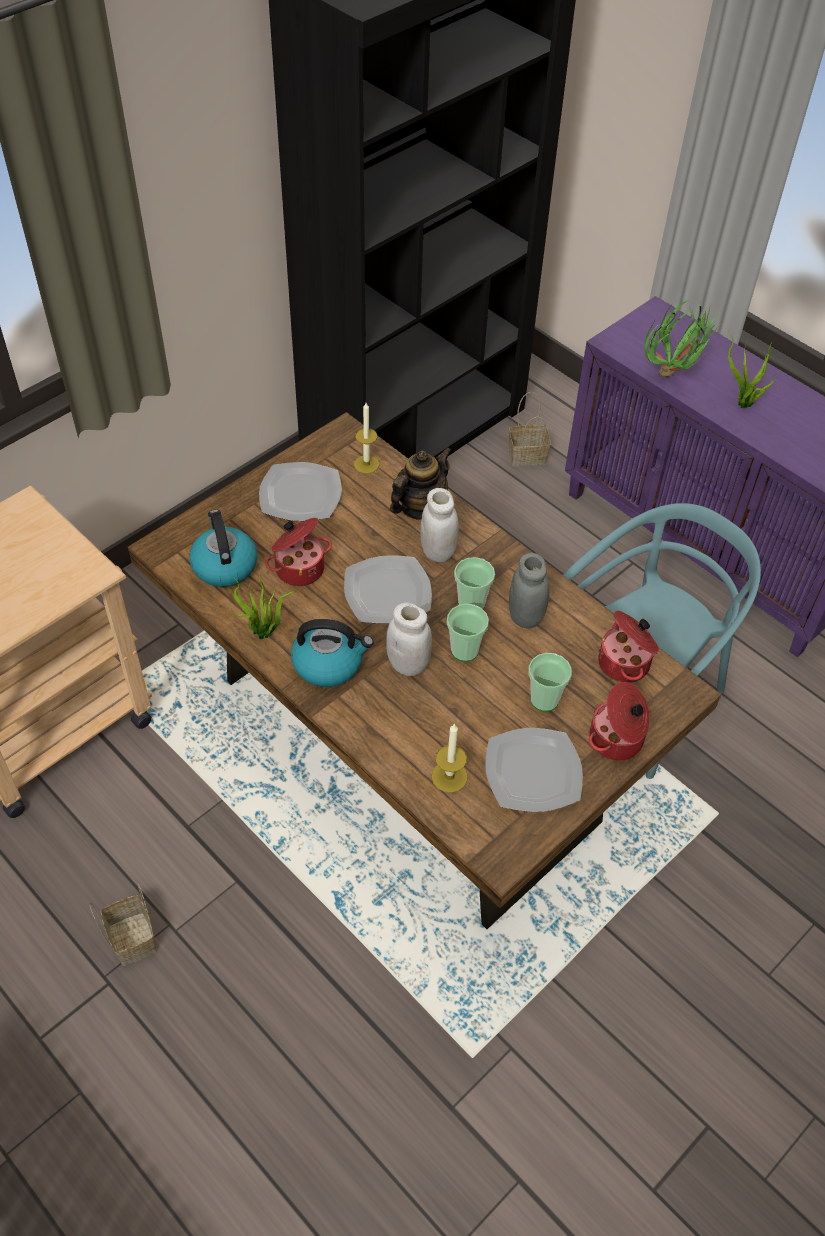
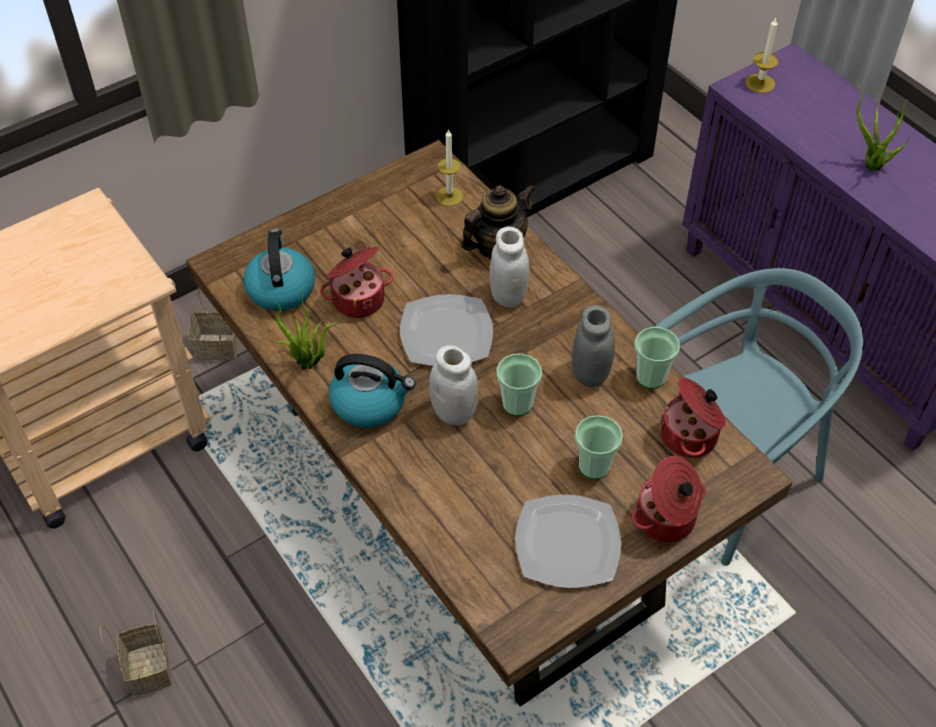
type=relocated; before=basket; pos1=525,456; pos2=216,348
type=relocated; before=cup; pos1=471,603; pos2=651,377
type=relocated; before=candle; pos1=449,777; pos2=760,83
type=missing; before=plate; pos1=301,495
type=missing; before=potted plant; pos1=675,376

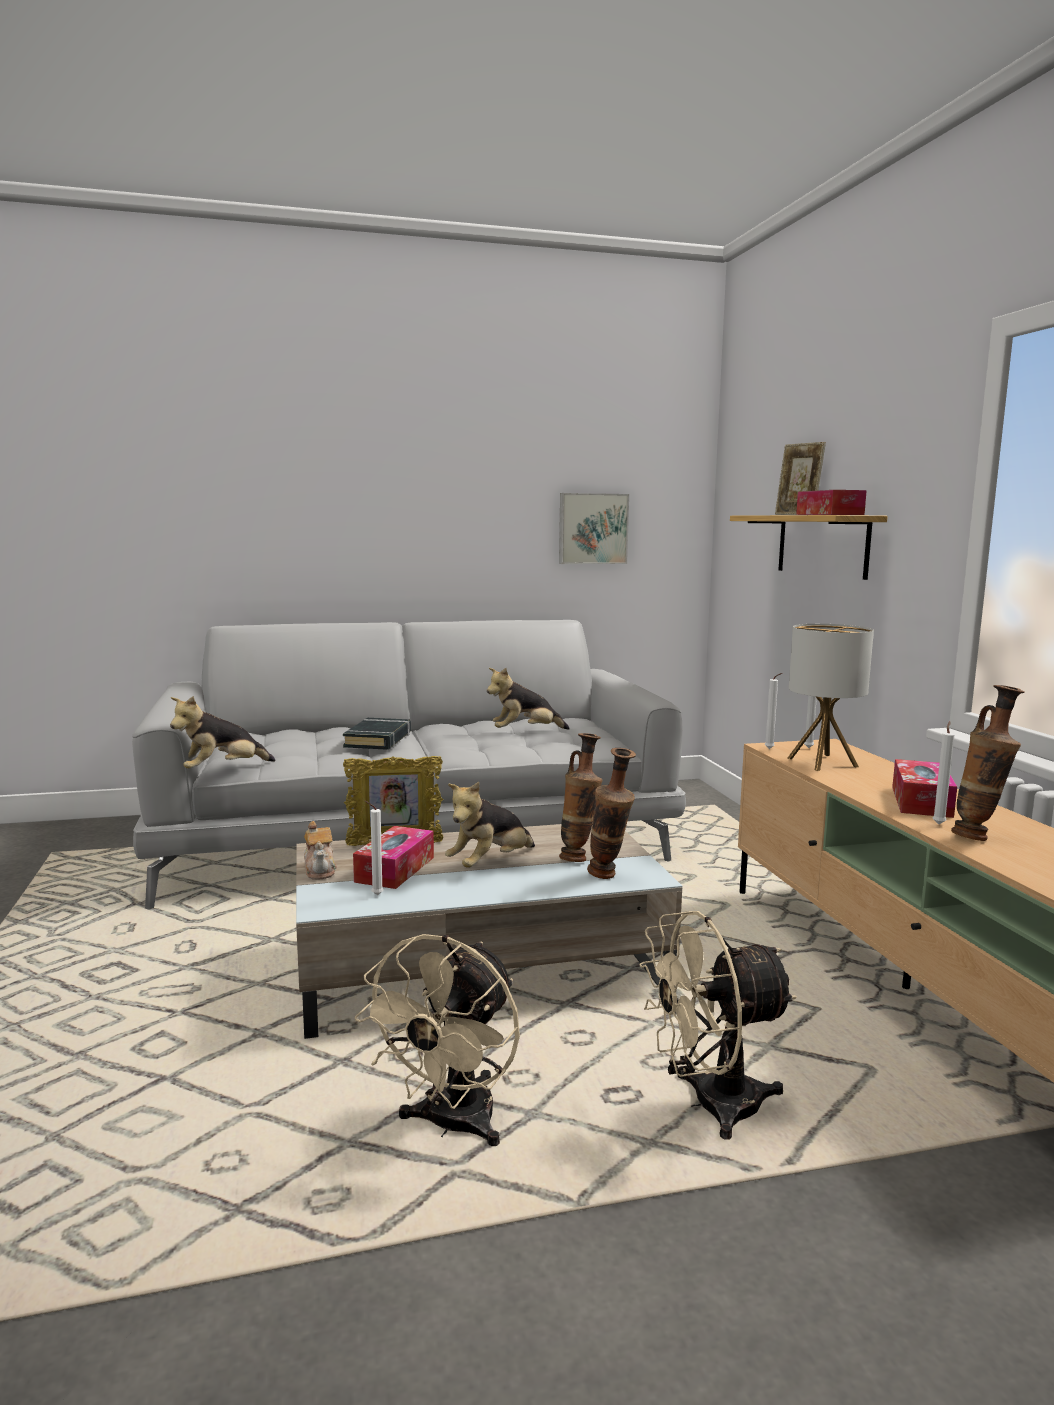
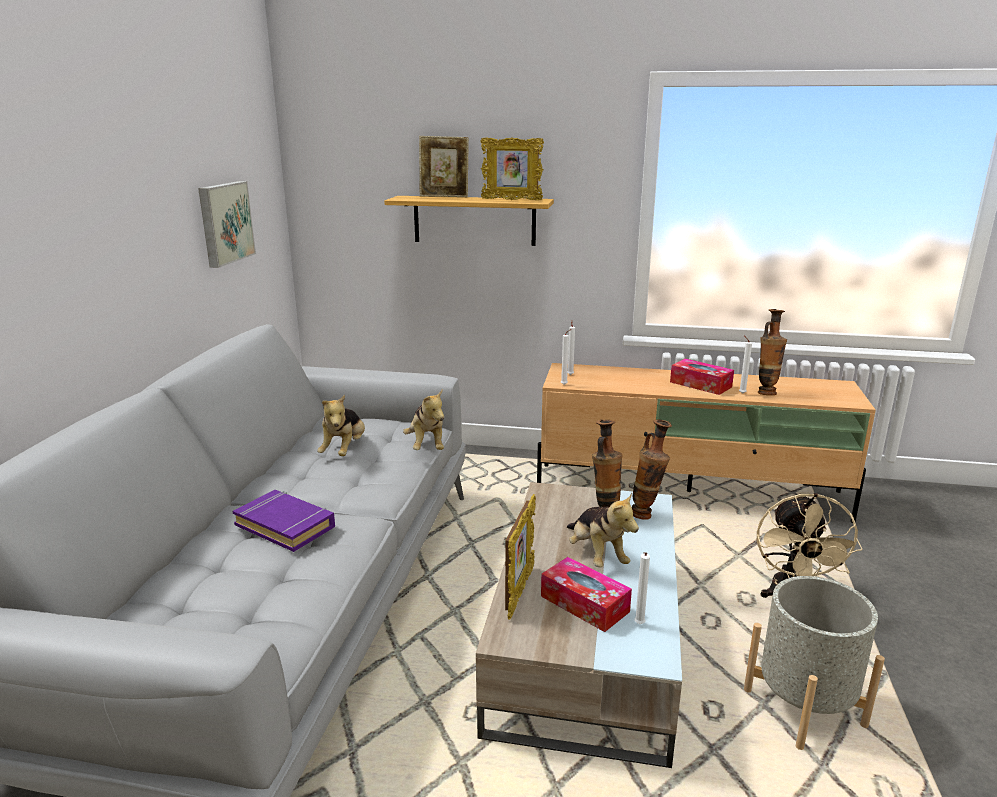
type=colour; before=black book; after=purple book; pos1=378,740; pos2=285,525
type=relocated; before=plush toy; pos1=222,770; pos2=427,446
type=exchanged; before=tissue box; after=picture frame; pos1=829,514; pos2=511,200
type=exchanged; before=beige fan; after=grey planter; pos1=451,1126; pos2=803,708
type=missing; before=teapot; pos1=320,870
type=missing; before=table lamp; pos1=822,762

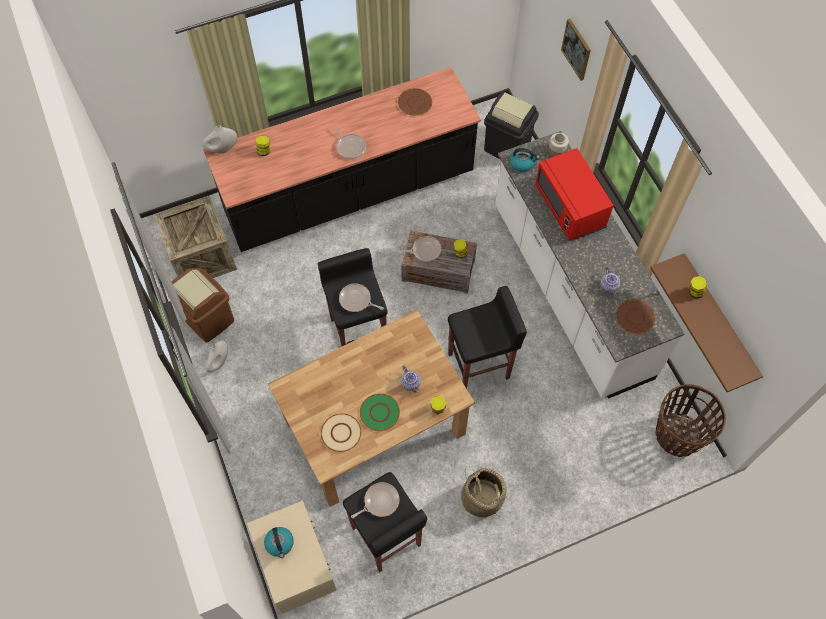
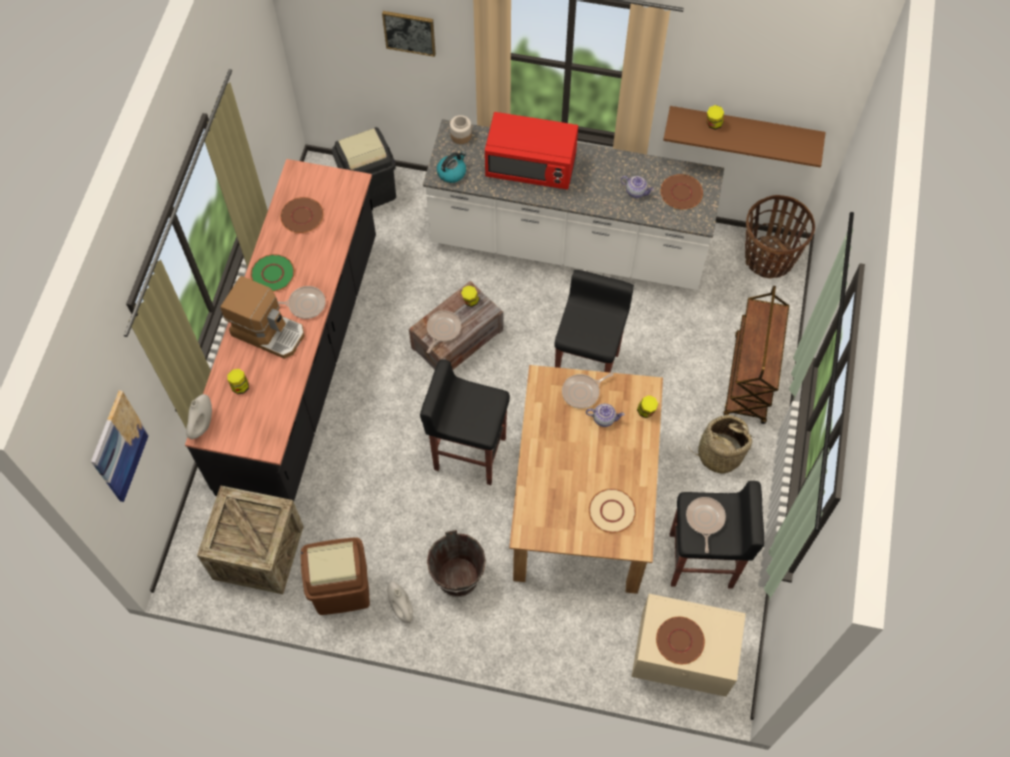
type=appeared; after=picture; pos2=119,447
type=appeared; after=coffee machine; pos2=269,331
type=relocated; before=green plate; pos1=379,412; pos2=272,273
type=appeared; after=brown bucket; pos2=457,577
type=relocated; before=frying pan; pos1=356,300; pos2=582,392
type=exchanged; before=kettle; after=brown plate; pos1=280,543; pos2=679,640
type=appeared; after=brown cart; pos2=749,380

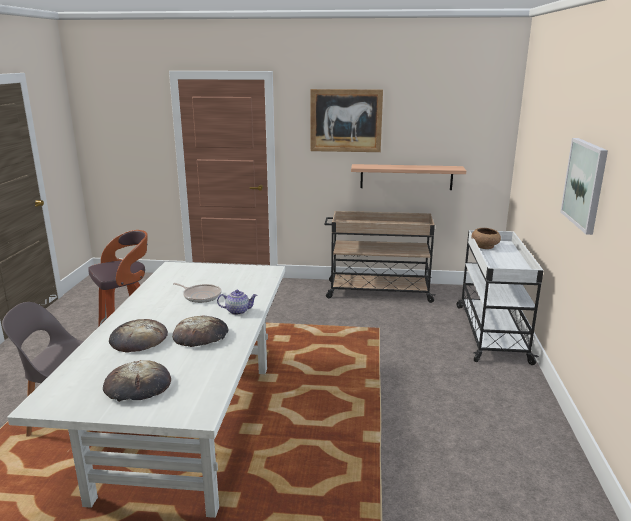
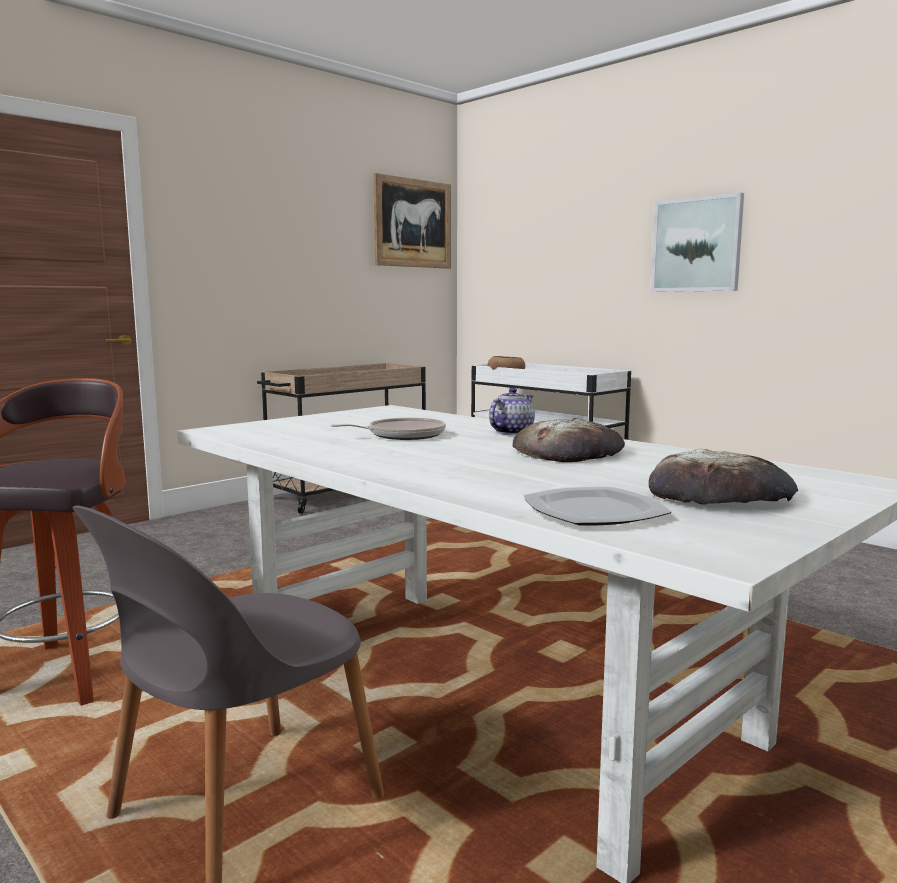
type=relocated; before=picture; pos1=346,120; pos2=413,223
type=appeared; after=plate; pos2=594,512
type=missing; before=bread; pos1=138,339
type=missing; before=shelf; pos1=406,177

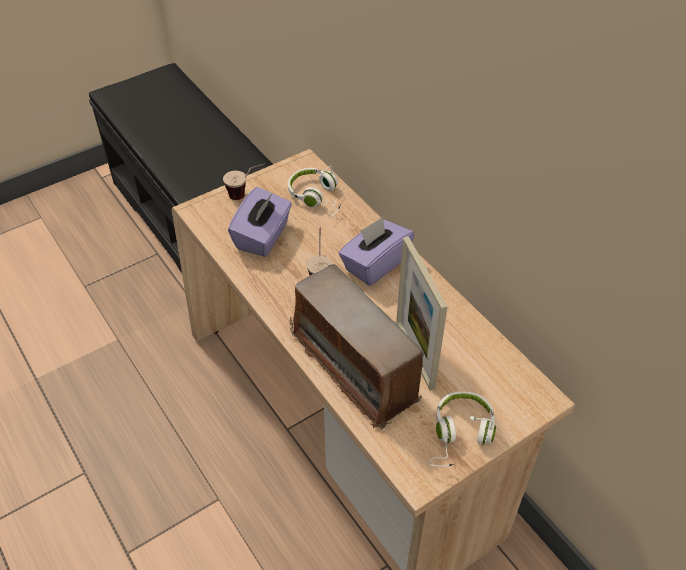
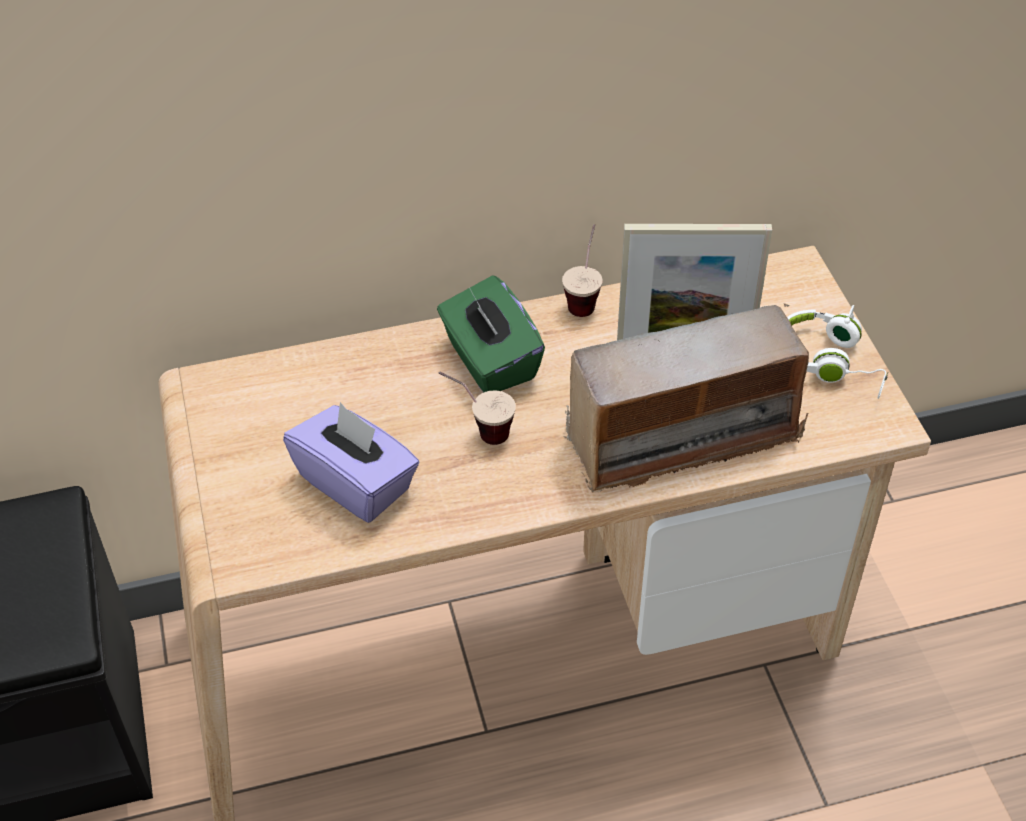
type=colour; before=purple tissue box; after=green tissue box; pos1=375,264; pos2=490,361
type=relocated; before=cup; pos1=246,194; pos2=584,297
type=missing; before=white headphones; pos1=317,197

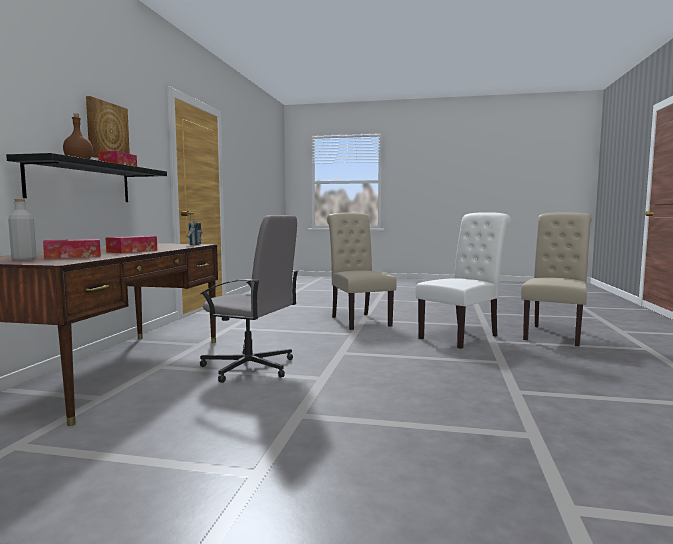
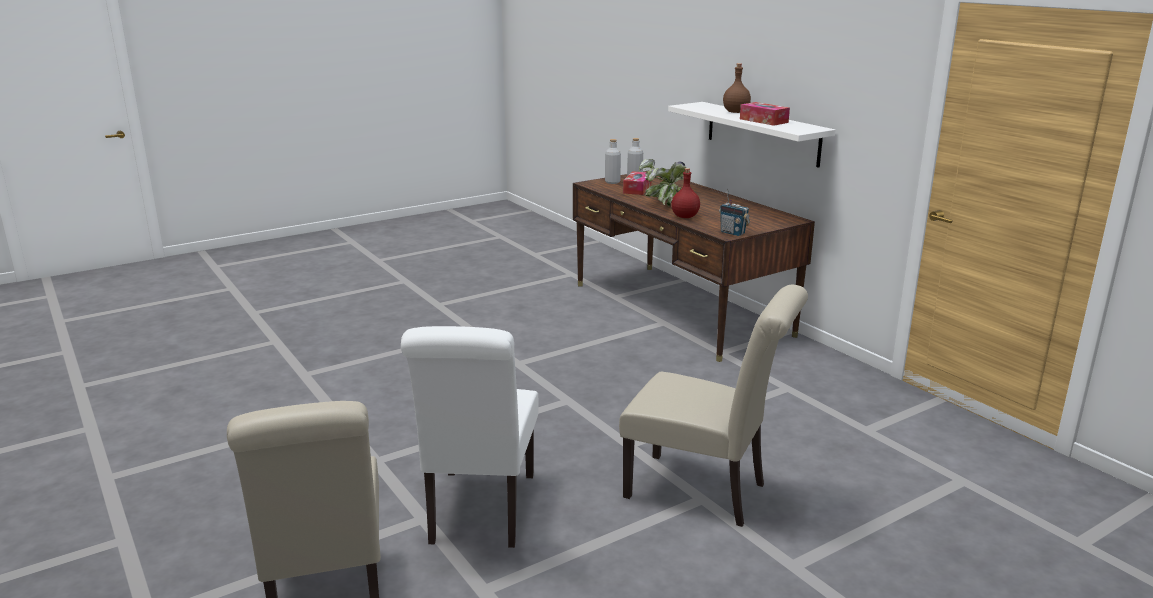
type=appeared; after=grey bottle; pos2=612,182
type=exchanged; before=tissue box; after=potted plant; pos1=132,251; pos2=663,204
type=colour; before=black shelf; after=white shelf; pos1=81,182; pos2=762,133
type=appeared; after=red bottle; pos2=684,216
type=missing; before=picture; pos1=107,131
type=missing; before=grey office chair; pos1=250,367

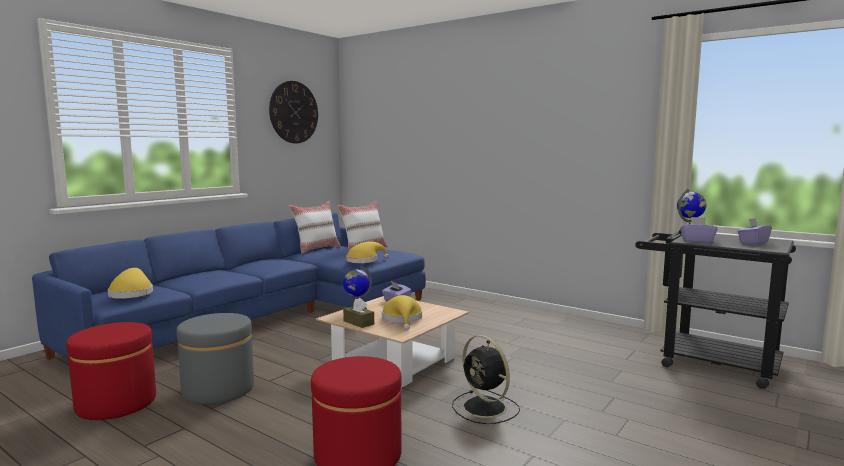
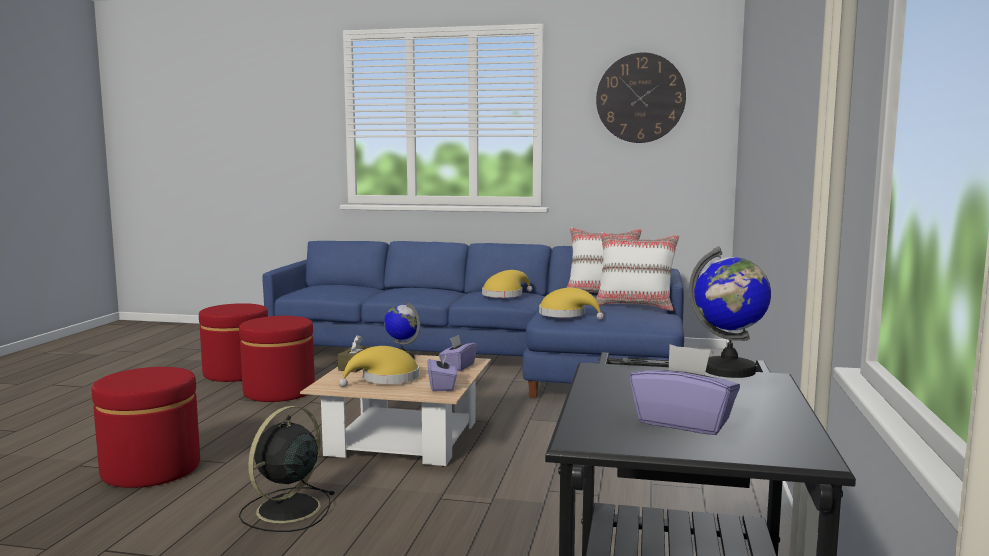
type=colour; before=grey ottoman; after=red ottoman; pos1=218,389; pos2=279,391
type=relocated; before=purple tissue box; pos1=696,241; pos2=442,386
type=relocated; before=yellow hat; pos1=131,293; pos2=505,295

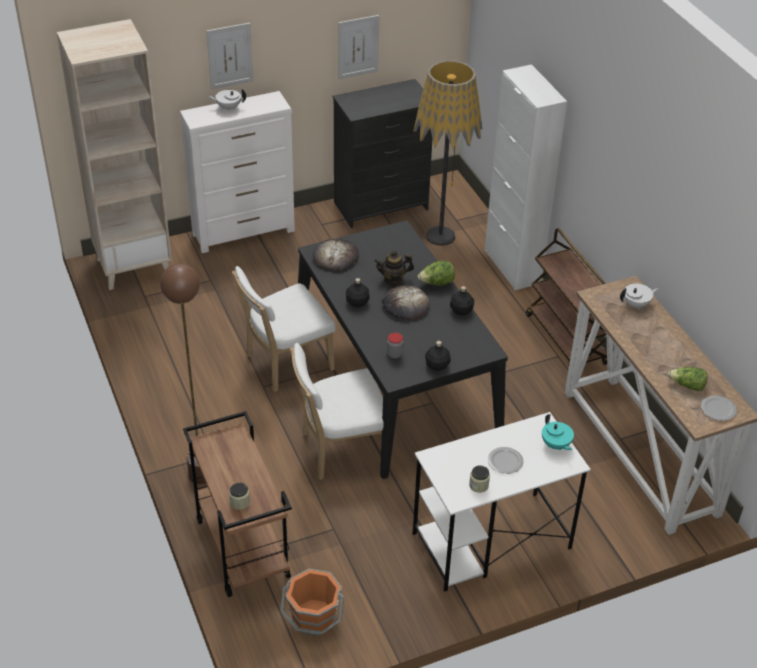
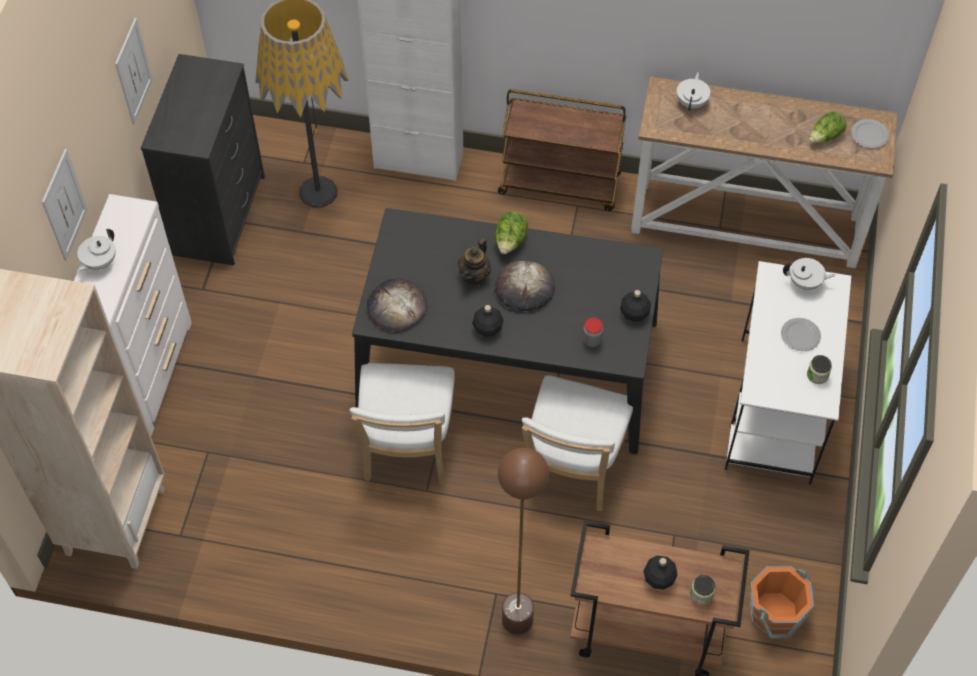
type=relocated; before=black bottle; pos1=461,310; pos2=659,577
type=colour; before=turquoise teapot; after=white teapot; pos1=555,445; pos2=805,283

